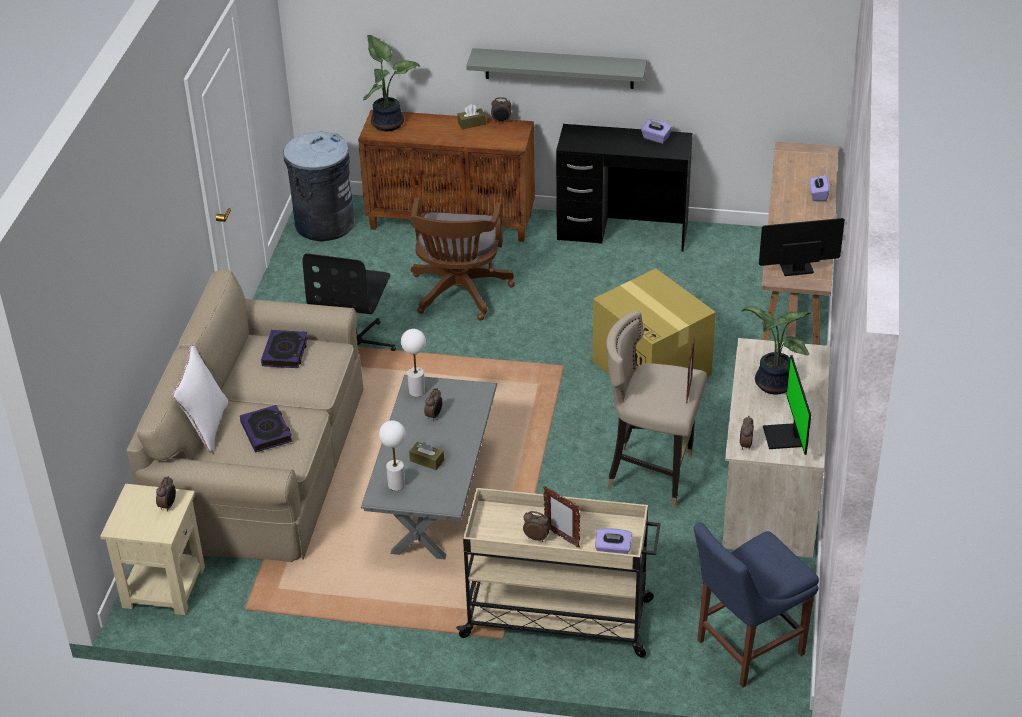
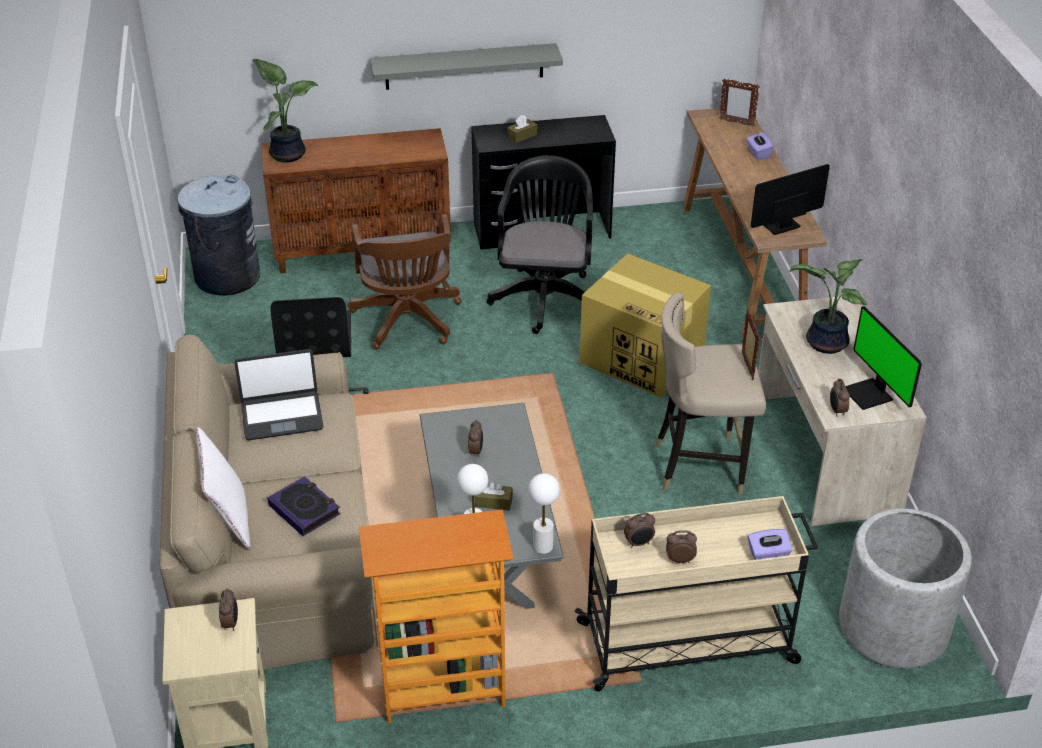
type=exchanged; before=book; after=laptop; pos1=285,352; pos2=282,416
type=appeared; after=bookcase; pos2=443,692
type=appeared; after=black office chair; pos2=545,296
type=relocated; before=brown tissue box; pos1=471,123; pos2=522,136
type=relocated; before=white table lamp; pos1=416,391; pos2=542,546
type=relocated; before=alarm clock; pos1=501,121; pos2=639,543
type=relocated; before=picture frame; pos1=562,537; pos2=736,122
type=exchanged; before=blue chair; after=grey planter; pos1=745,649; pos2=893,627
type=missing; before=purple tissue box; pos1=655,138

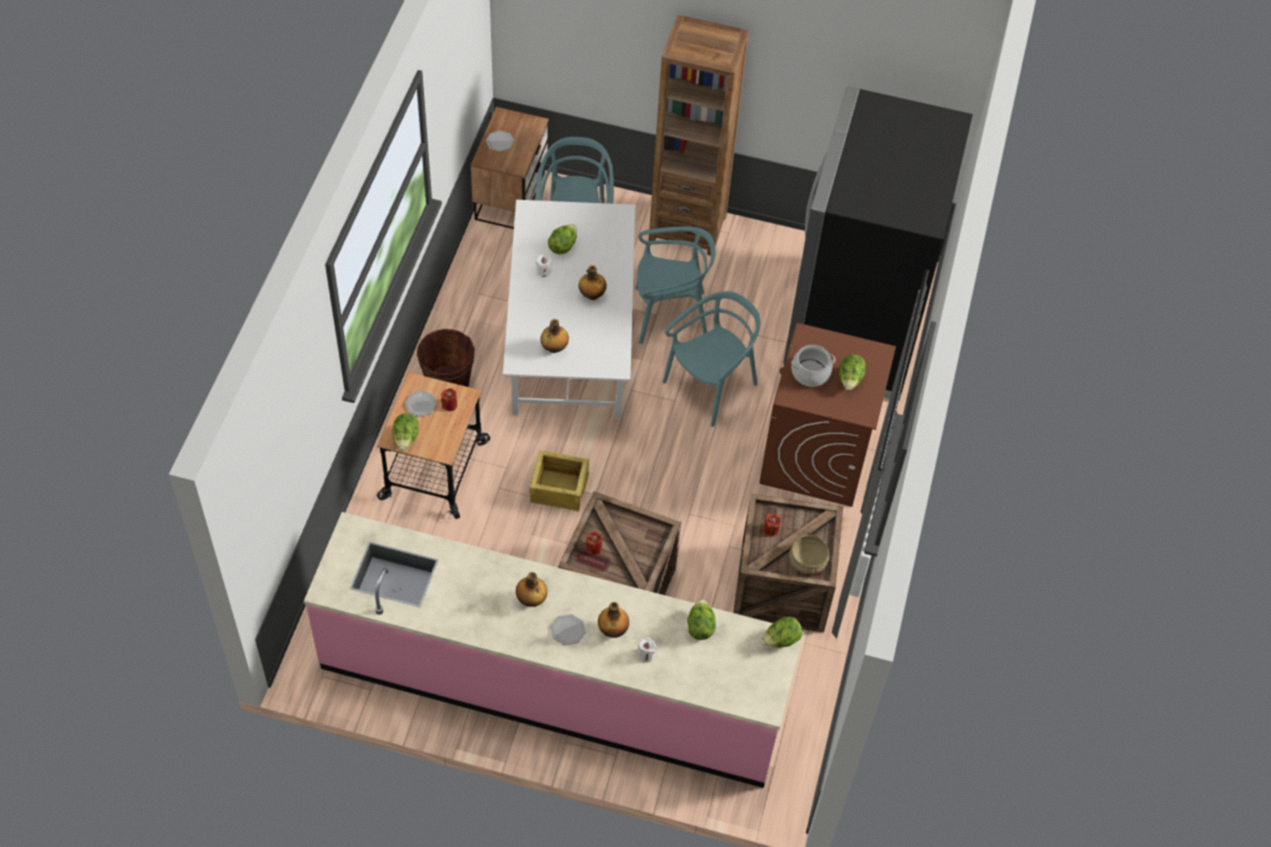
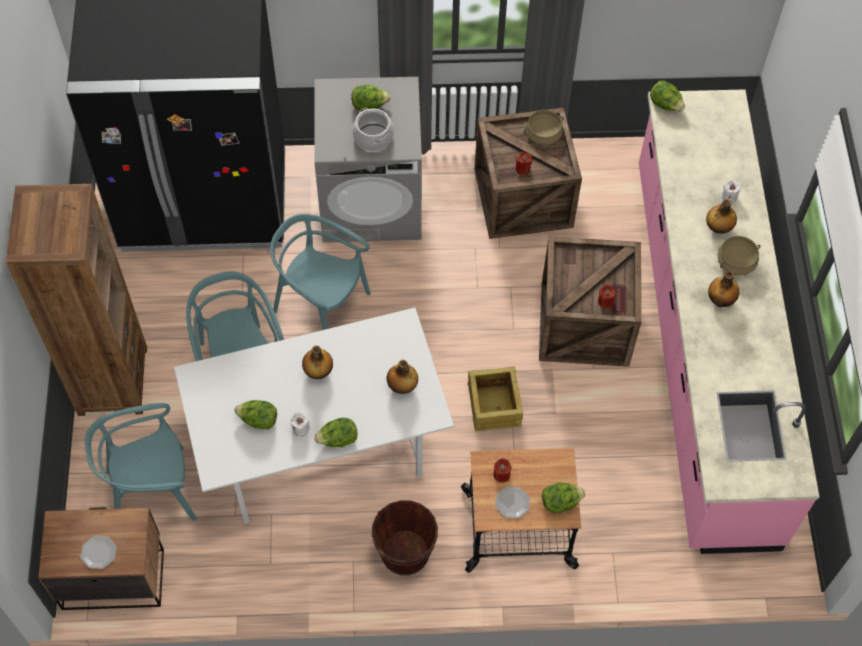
type=colour; before=brown washing machine; after=grey washing machine; pos1=816,455; pos2=372,202
type=relocated; before=lettuce; pos1=700,626; pos2=338,439
type=exchanged; before=plate; after=beige cooking pot; pos1=567,630; pos2=736,263

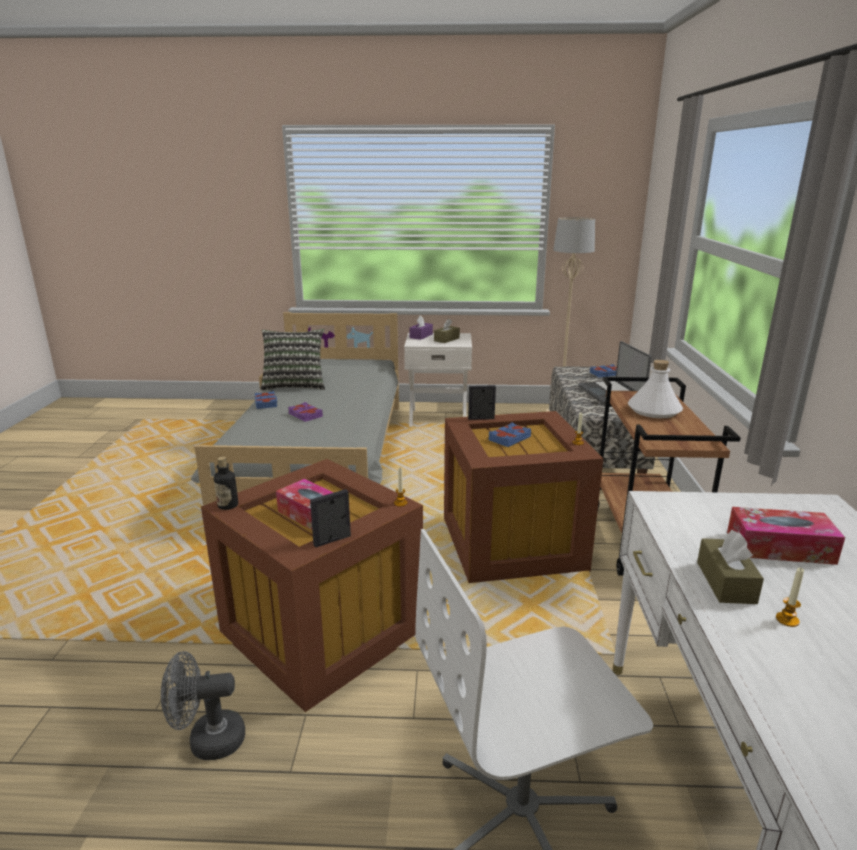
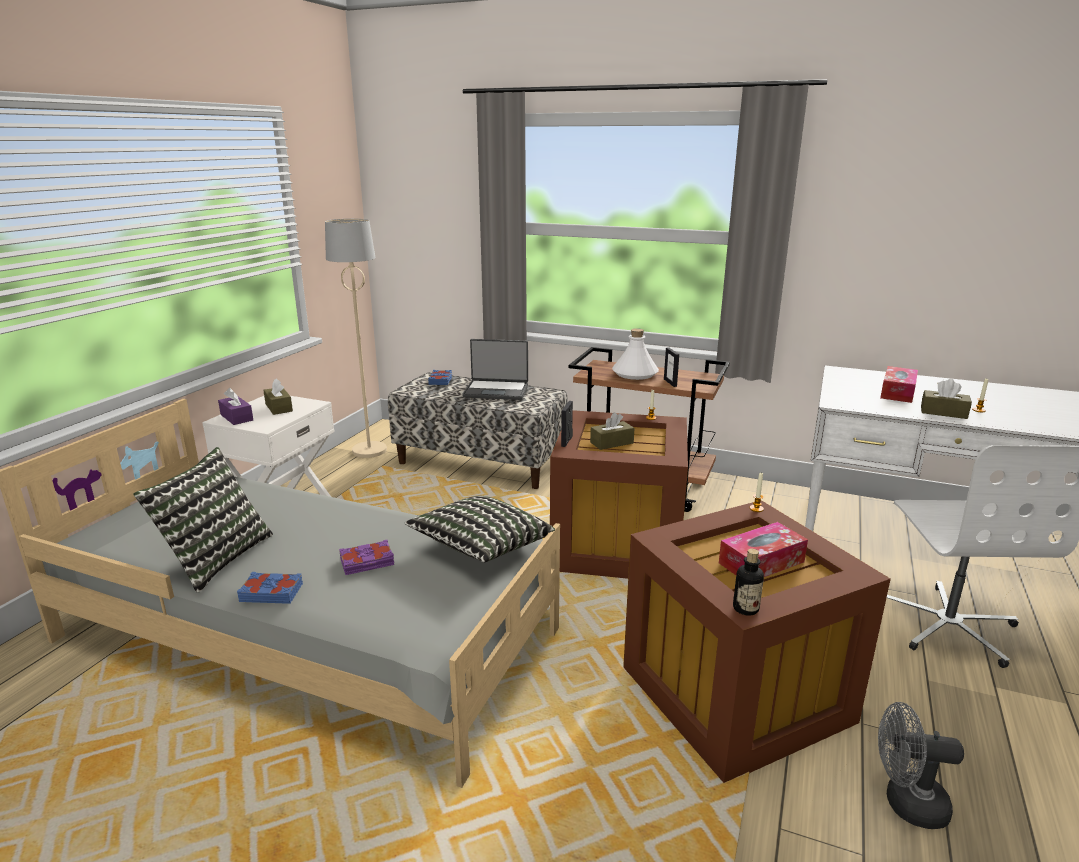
type=appeared; after=pillow; pos2=481,547
type=exchanged; before=blue book; after=brown tissue box; pos1=509,438; pos2=611,443
type=relocated; before=picture frame; pos1=332,540; pos2=670,383
type=spun; before=grey fan; pos1=208,740; pos2=906,803; turn=90

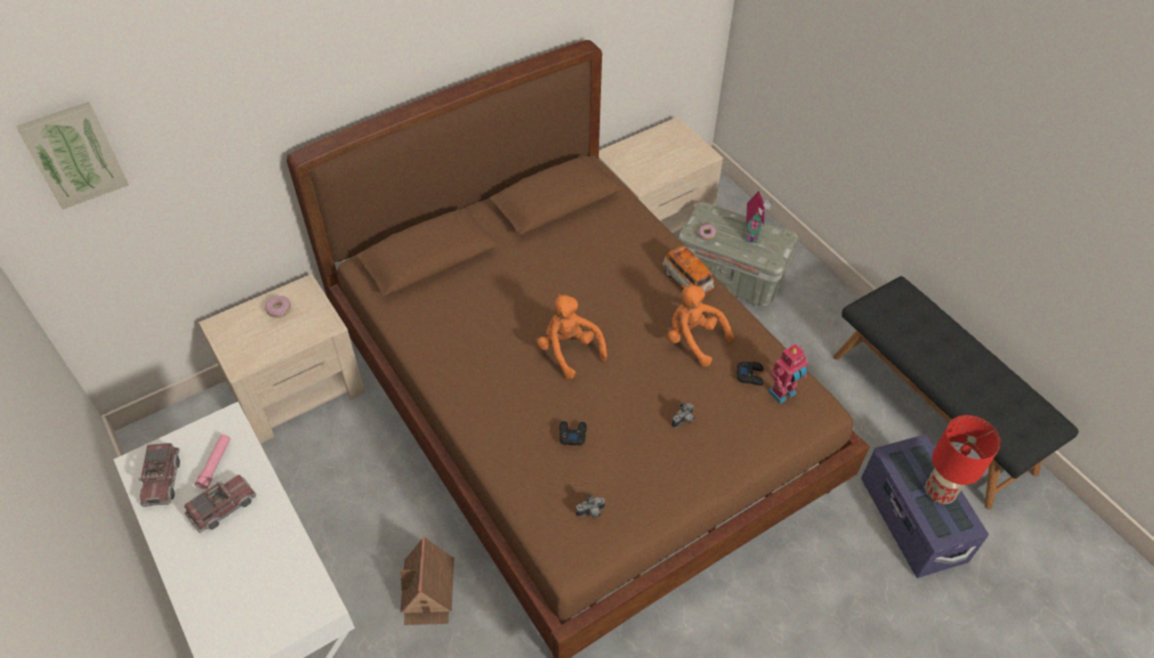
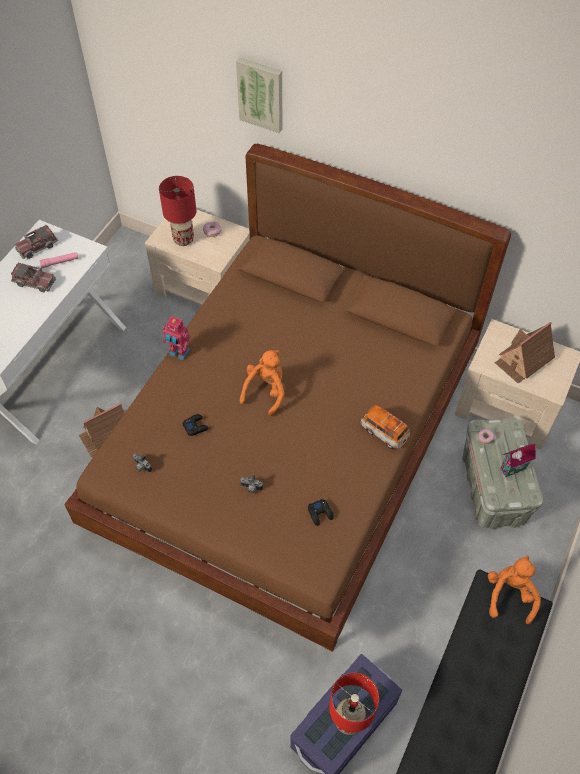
type=appeared; after=red table lamp; pos2=183,240
type=relocated; before=toy robot; pos1=783,393; pos2=179,353
type=relocated; before=picture; pos1=74,154; pos2=261,94
type=spun; before=toy car; pos1=687,281; pos2=384,433; turn=105
type=relocated; before=orange plush toy; pos1=693,339; pos2=510,594
type=appeared; after=toy house; pos2=523,360

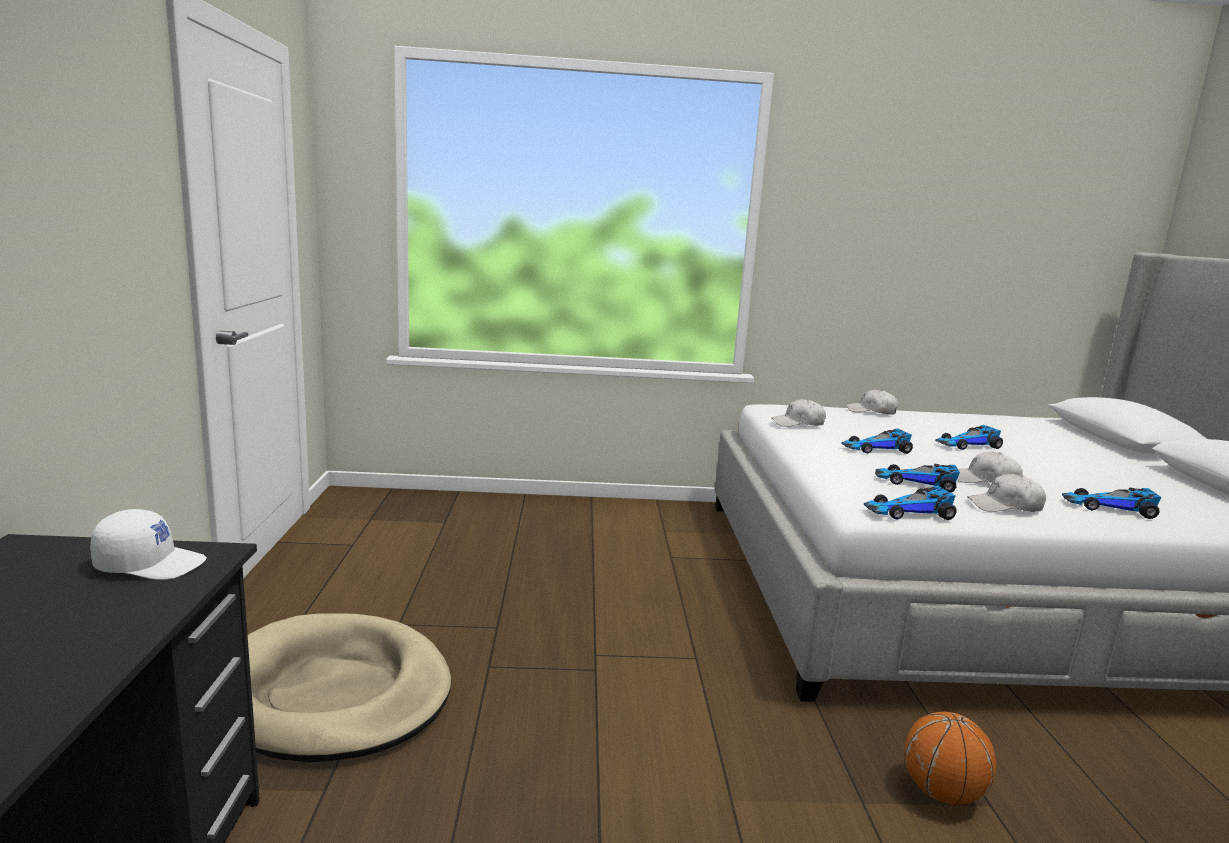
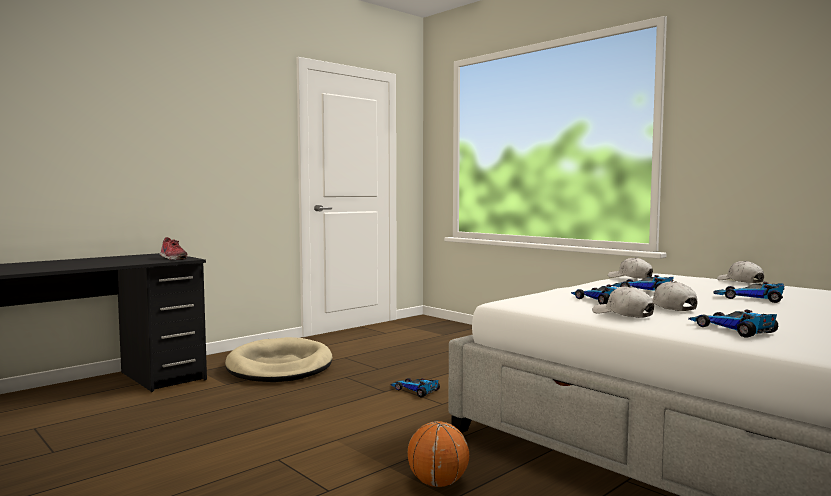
type=exchanged; before=white cap; after=shoe; pos1=151,564; pos2=172,258
type=relocated; before=toy car; pos1=909,512; pos2=415,390

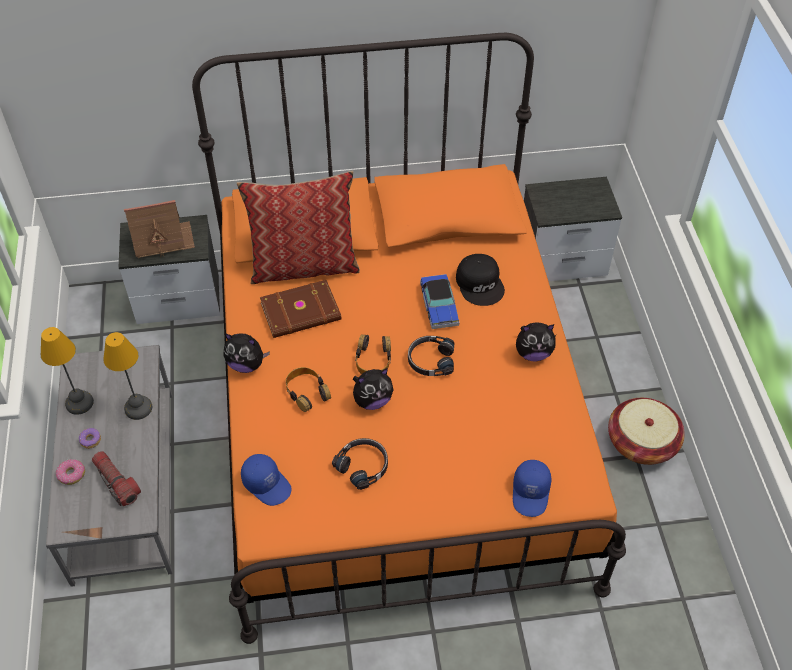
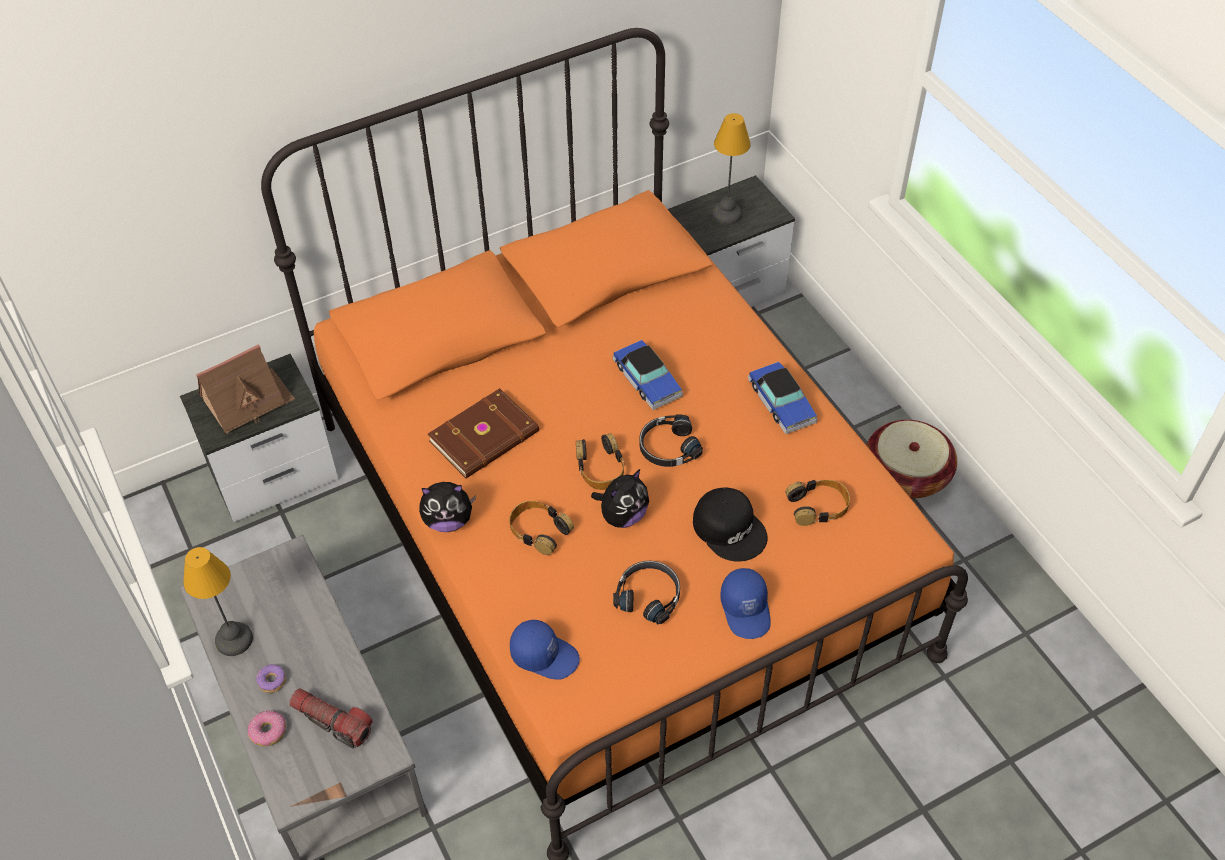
type=relocated; before=black cap; pos1=480,283; pos2=730,528
type=relocated; before=table lamp; pos1=137,408; pos2=726,215
type=relocated; before=blue cap; pos1=531,493; pos2=746,609
type=exchanged; before=plush toy; after=toy car; pos1=533,353; pos2=781,403
type=appeared; after=headphones; pos2=818,506
type=missing; before=pillow; pos1=304,265

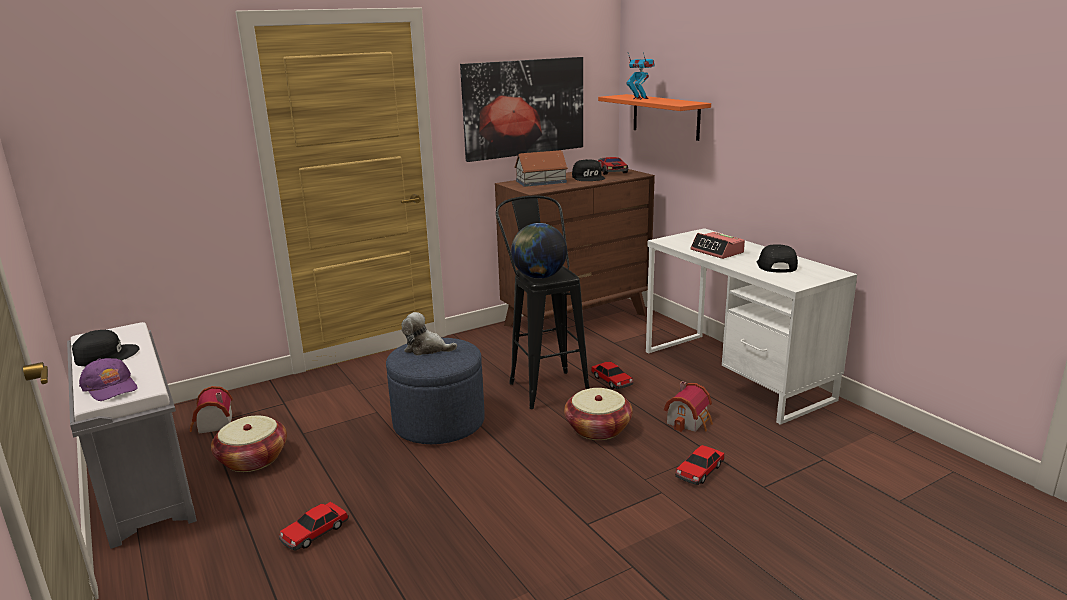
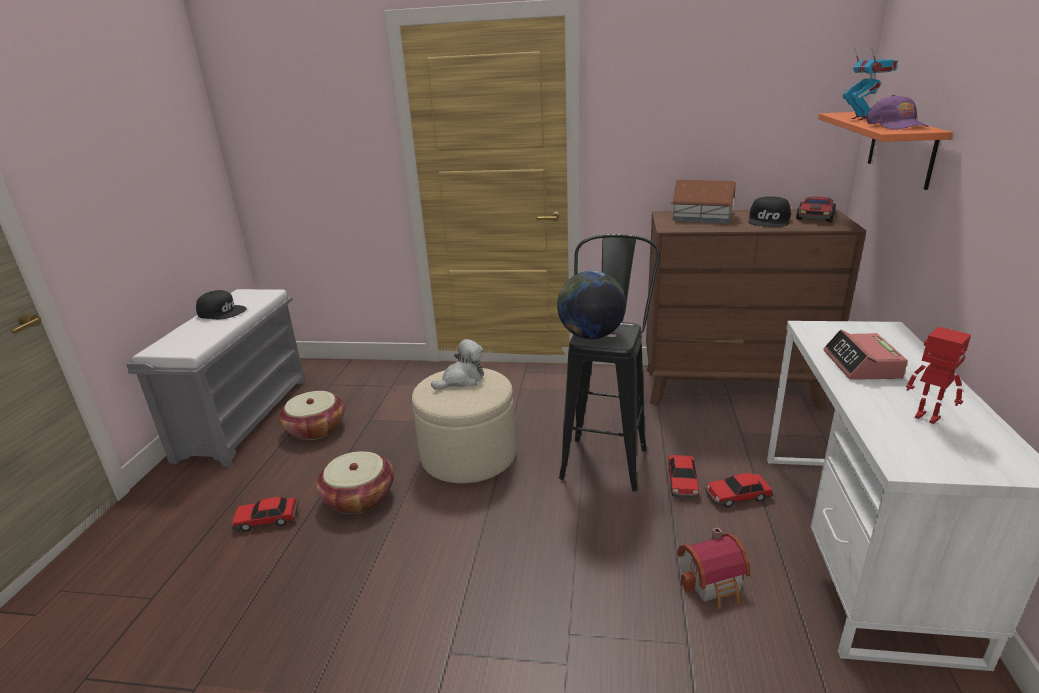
type=relocated; before=basket; pos1=598,429; pos2=359,497
type=colour; before=blue ottoman; after=beige ottoman; pos1=439,422; pos2=468,456
type=spun; before=plush toy; pos1=426,349; pos2=462,380; turn=90
type=relocated; before=toy car; pos1=699,471; pos2=737,496
type=relocated; before=purple cap; pos1=110,387; pos2=896,126
type=exchanged; before=black cap; after=toy robot; pos1=775,265; pos2=926,418
type=missing; before=toy house; pos1=212,425
type=missing; before=picture; pos1=524,107

